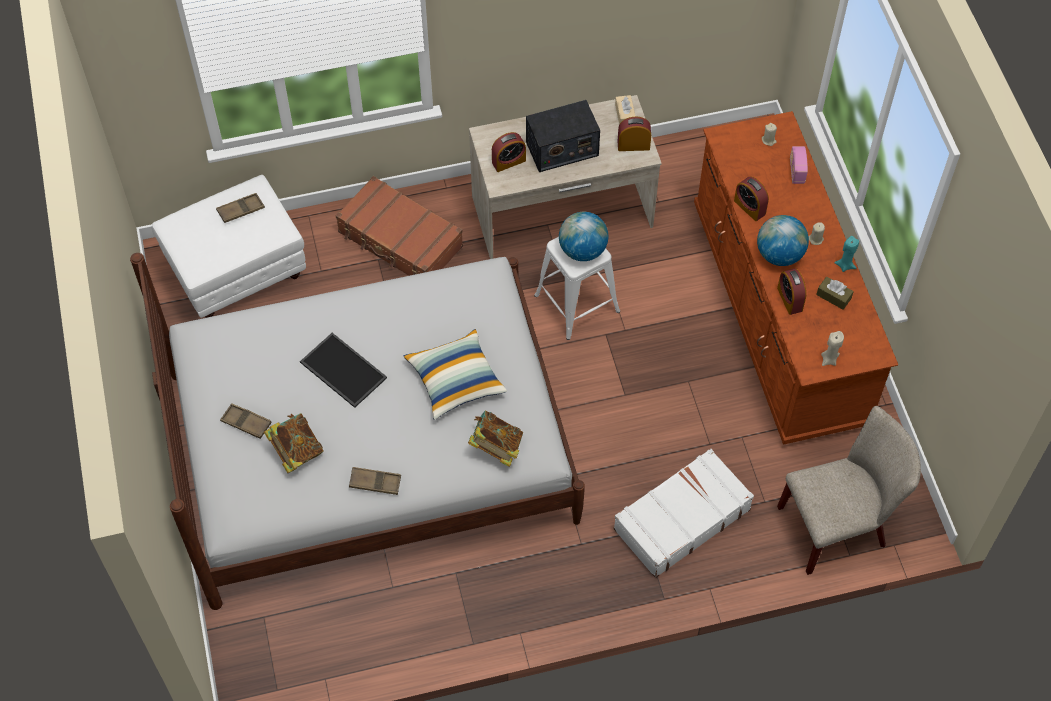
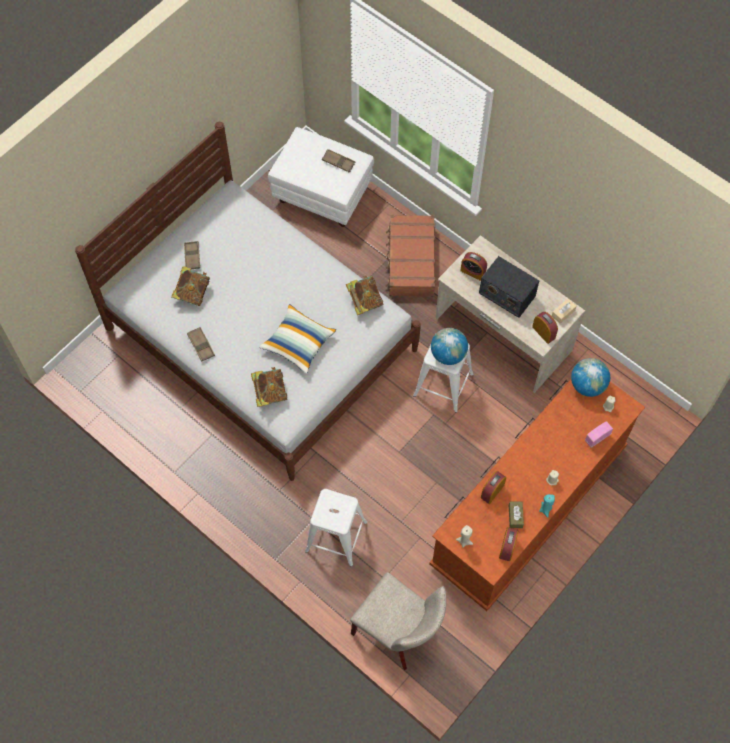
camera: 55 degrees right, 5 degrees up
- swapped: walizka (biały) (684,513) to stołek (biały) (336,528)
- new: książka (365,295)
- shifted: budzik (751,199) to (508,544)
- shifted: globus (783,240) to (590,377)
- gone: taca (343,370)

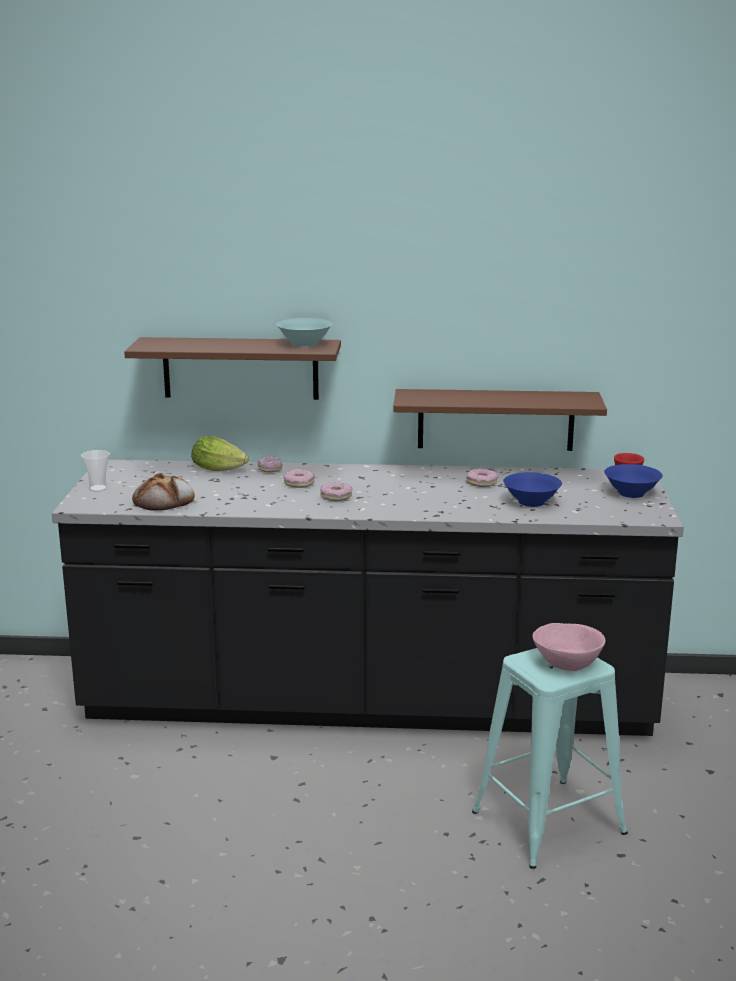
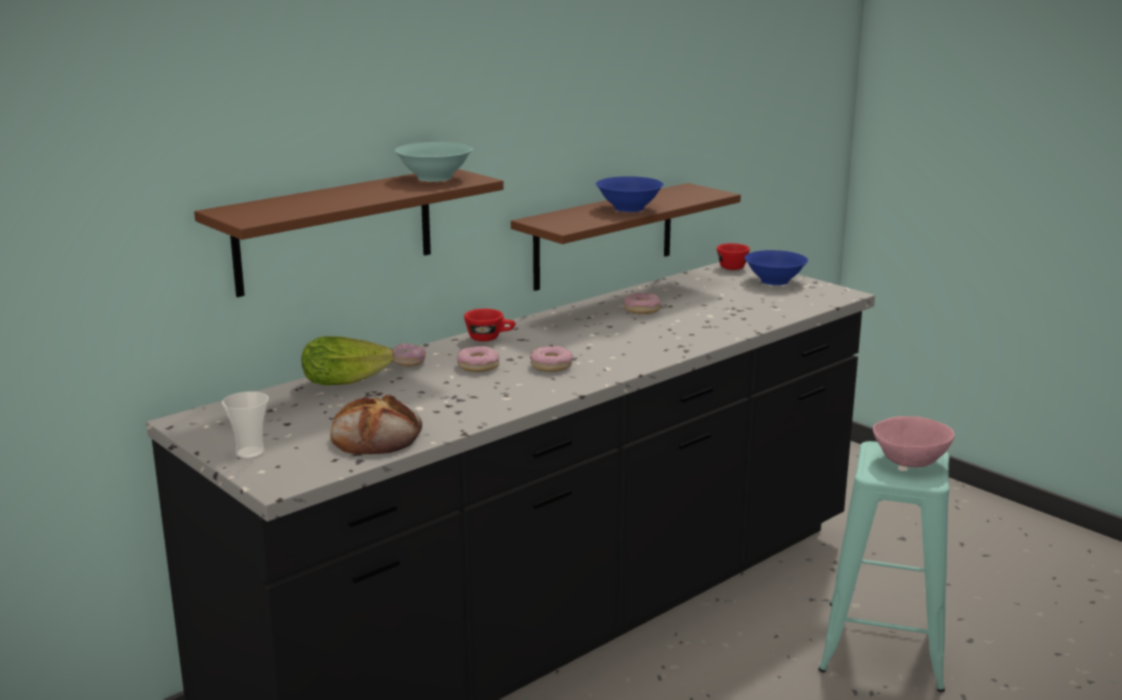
camera: 45 degrees left, 0 degrees up
- new: filiżanka (czerwony) (489,325)
- shifted: miska (niebieski) (532,489) to (630,194)

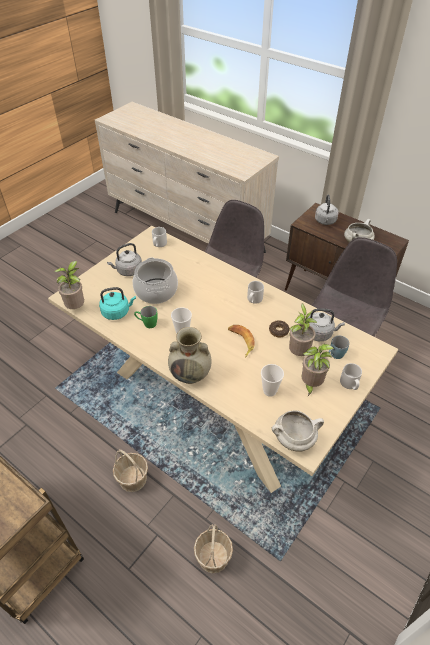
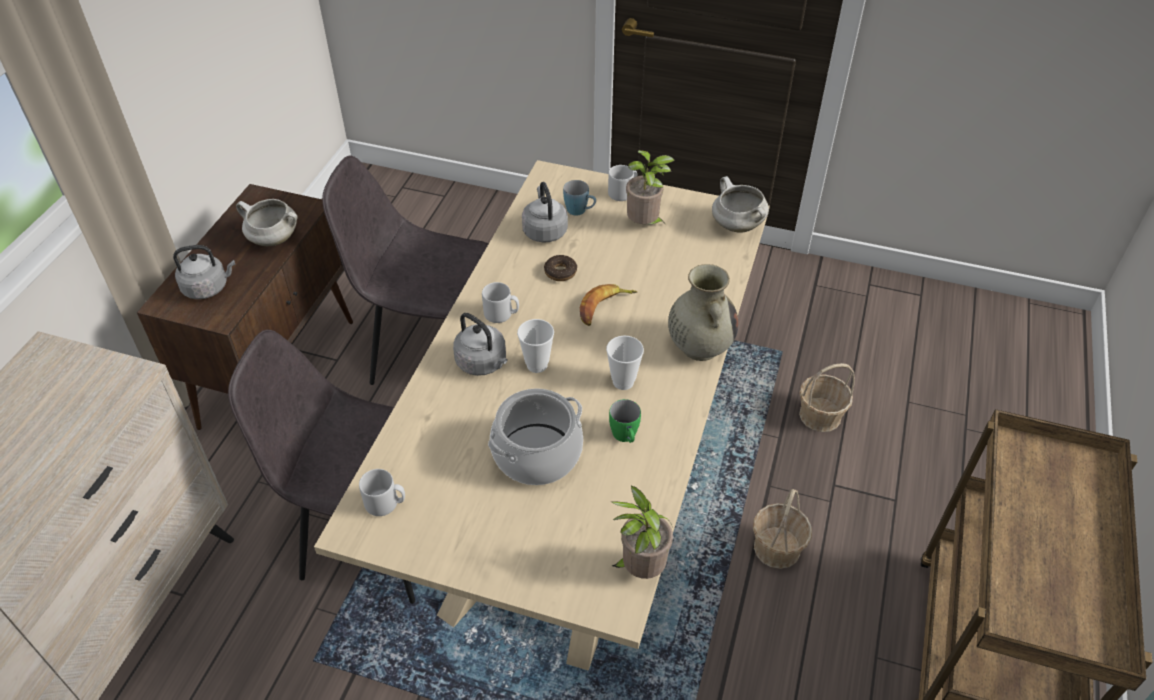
camera: 110 degrees left, 0 degrees up
- shifted: czajnik (szary) (124,259) to (480,344)
- shifted: filiżanka (272,380) to (535,346)
- gone: czajnik (turkusowy) (117,303)
- gone: roślina doniczkowa (303,329)

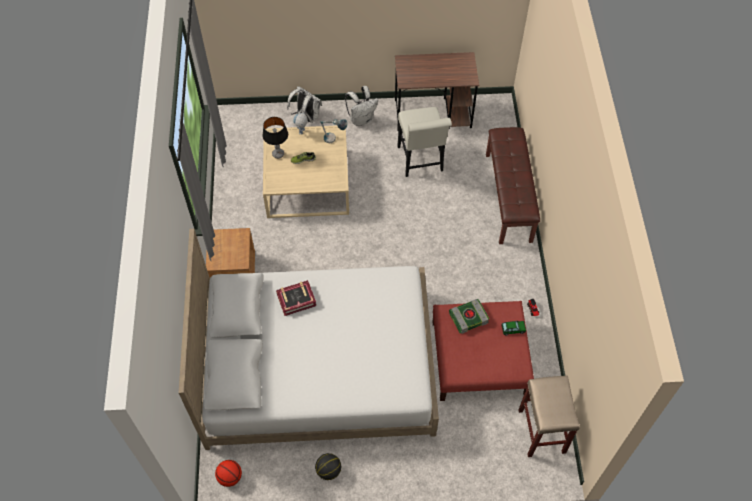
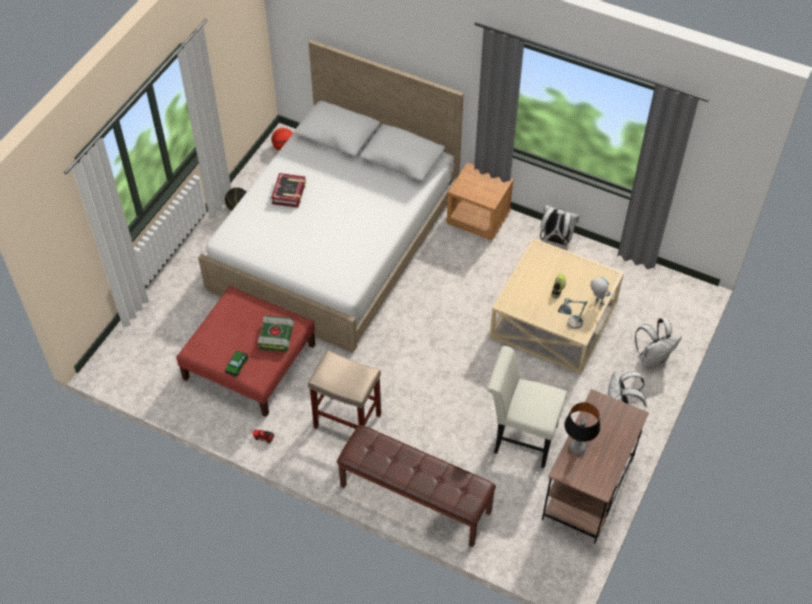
camera: 120 degrees right, 5 degrees down
- shifted: książka (296,298) to (288,190)
- shifted: stołek (beżowy) (549,416) to (344,389)
- new: plecak (biały) (559,225)
- shifted: lampa stołowa (275,138) to (582,428)

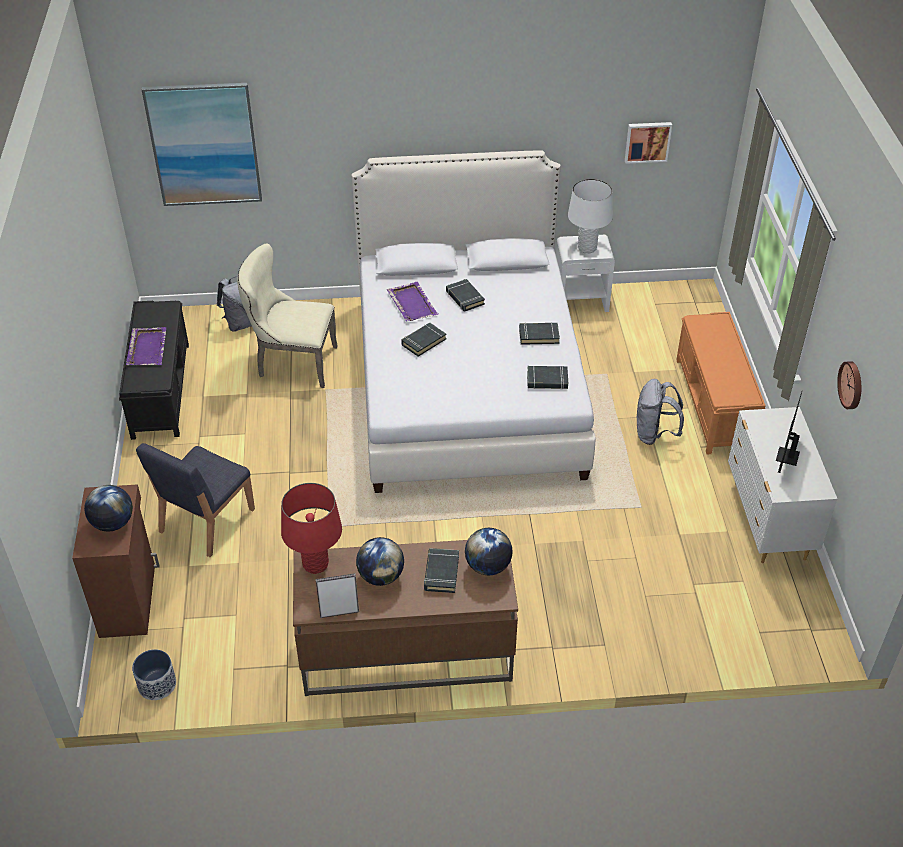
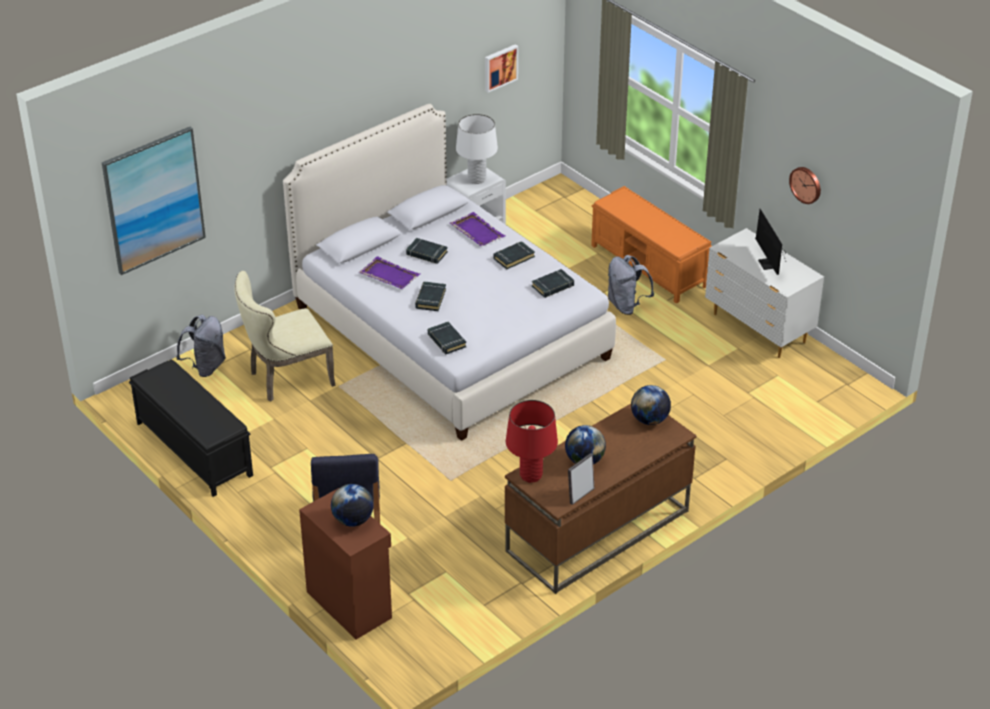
camera: 35 degrees left, 5 degrees down
- shifted: książka (czarny) (441,570) to (447,338)
- shifted: taca (fioletowy) (146,346) to (478,229)
- gone: donica (154,674)

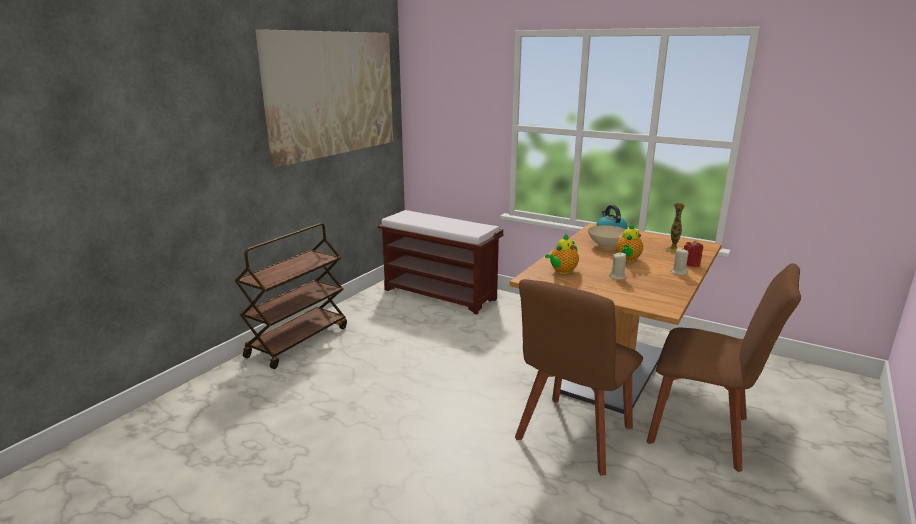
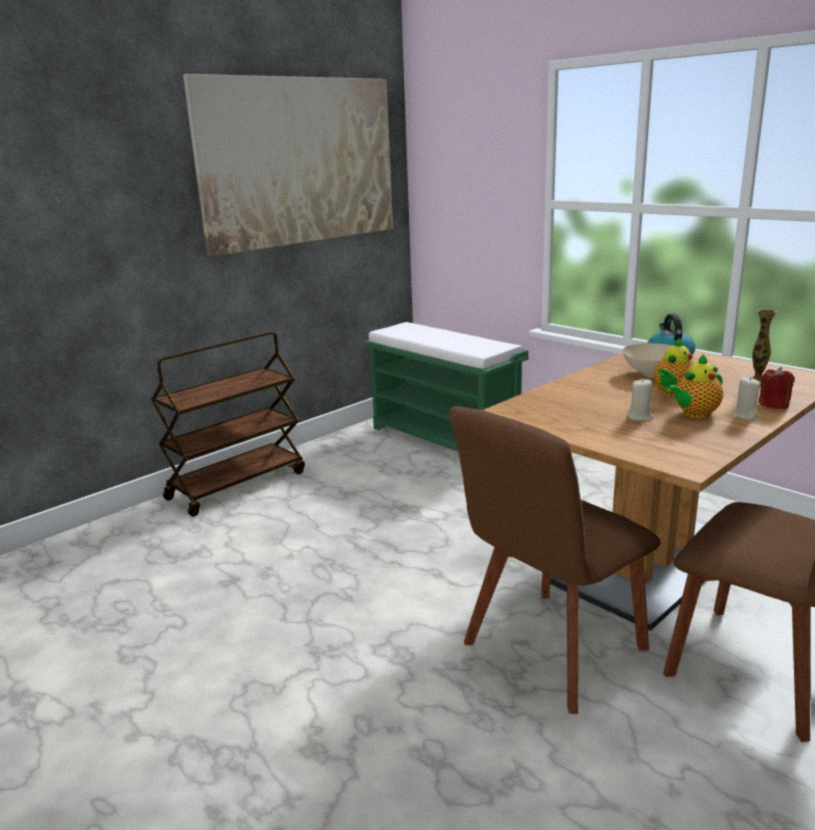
camera: 15 degrees right, 0 degrees up
- repainted: ławka (brązowy) (441,262) to ławka (zielony) (446,386)
- shifted: imbryk (562,253) to (694,386)

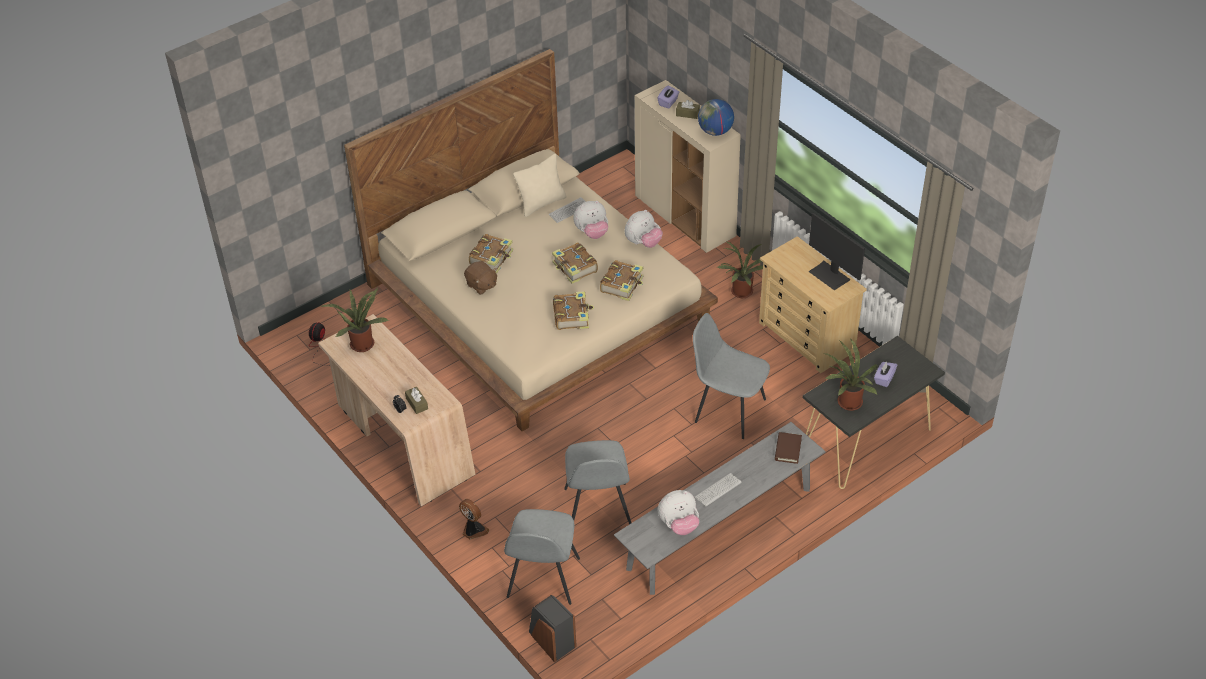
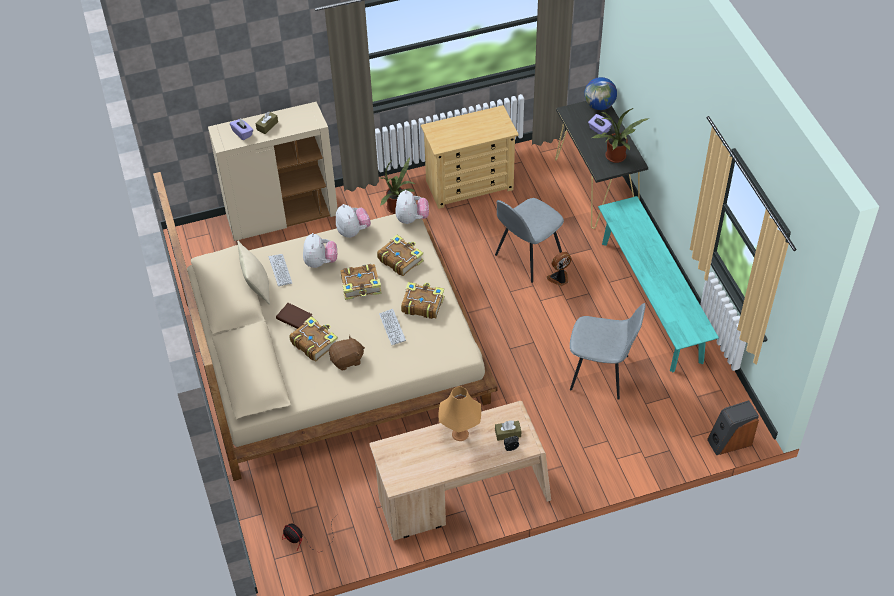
camera: 70 degrees left, 5 degrees up
- shifted: książka (brązowy) (788,448) to (294,316)
- shifted: klawiatura (718,489) to (392,327)
- shifted: pluszak (678,512) to (412,207)
- new: lampa stołowa (pomarańczowy) (459,413)
- shifted: wentylator (474,519) to (559,269)
- shifted: globus (716,117) to (601,93)
- repainted: ławka (szary) (720,508) to ławka (turkusowy) (658,284)
- gone: roślina doniczkowa (354,319)
- gone: krzesło (szary) (542,557)
- gone: monitor (836,251)

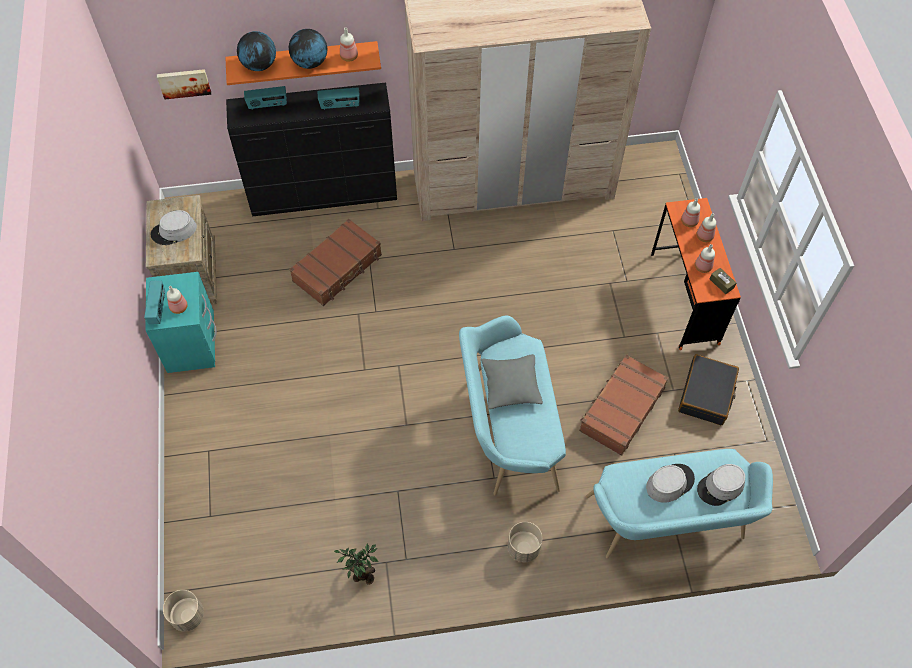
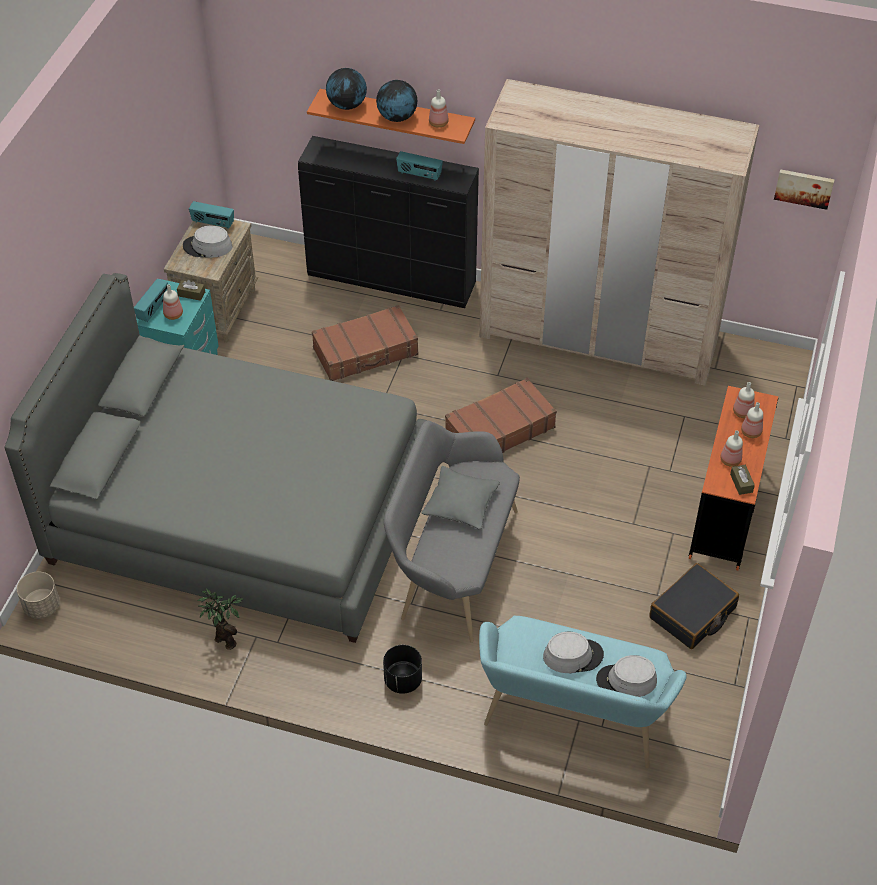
camera: 25 degrees right, 10 degrees down
- new: łóżko (szary) (216,458)
- new: pudełko chusteczek (brązowy) (191,290)
- shifted: radio (265,98) to (211,215)
- repainted: donica (beżowy) (525,542) to donica (czarny) (402,669)
- repainted: ławka (turkusowy) (512,406) to ławka (szary) (452,532)
- shifted: walizka (brązowy) (624,405) to (501,415)
- shifted: obraz (184,84) to (804,189)

